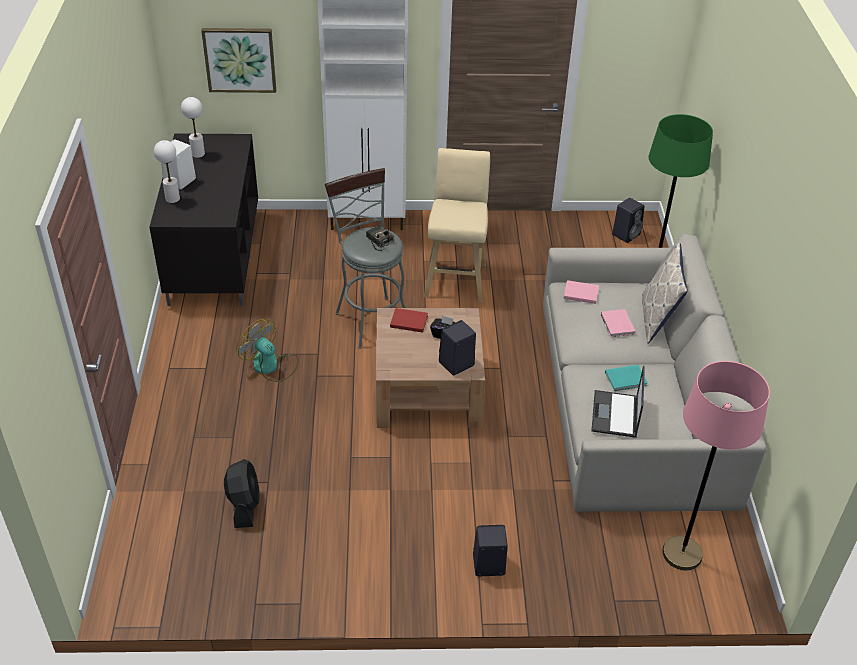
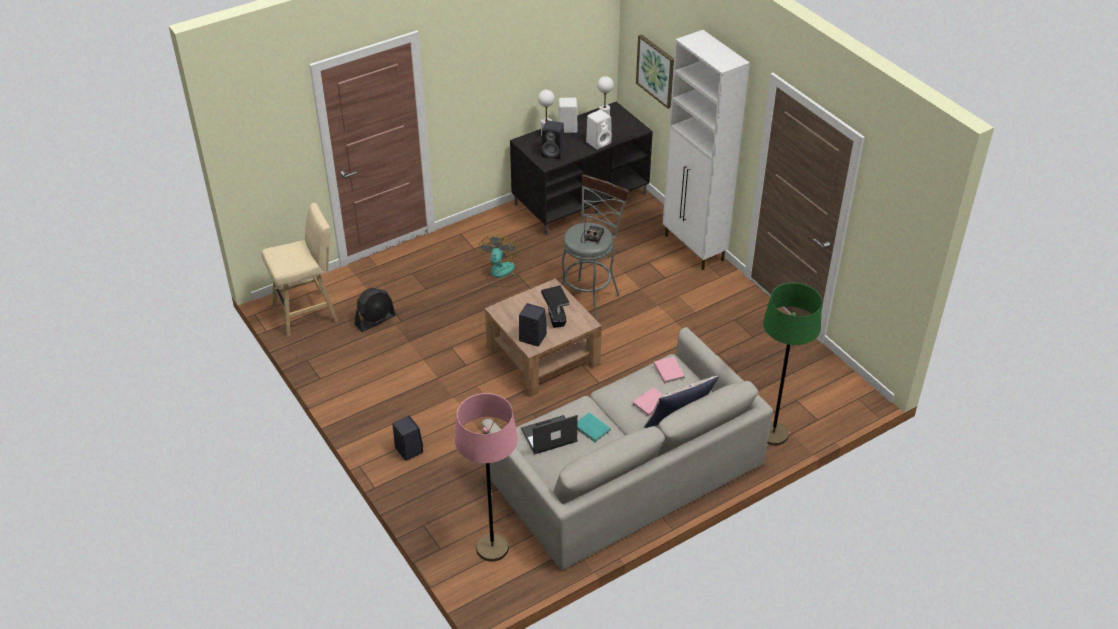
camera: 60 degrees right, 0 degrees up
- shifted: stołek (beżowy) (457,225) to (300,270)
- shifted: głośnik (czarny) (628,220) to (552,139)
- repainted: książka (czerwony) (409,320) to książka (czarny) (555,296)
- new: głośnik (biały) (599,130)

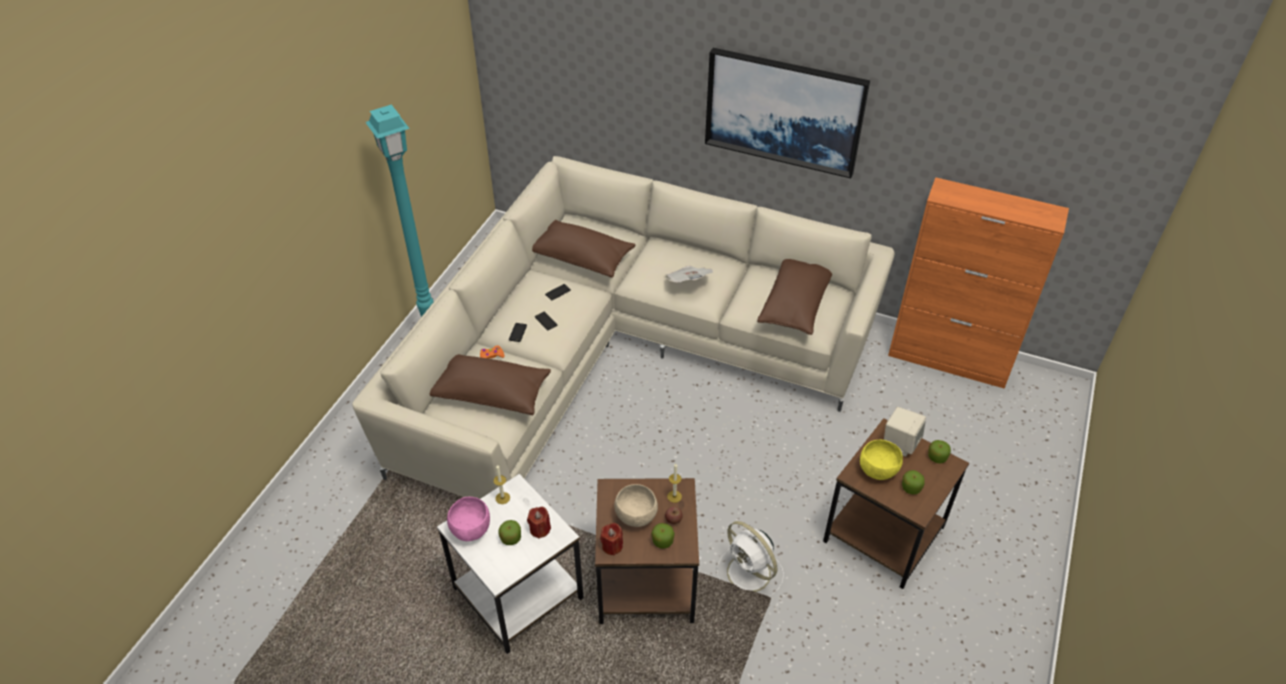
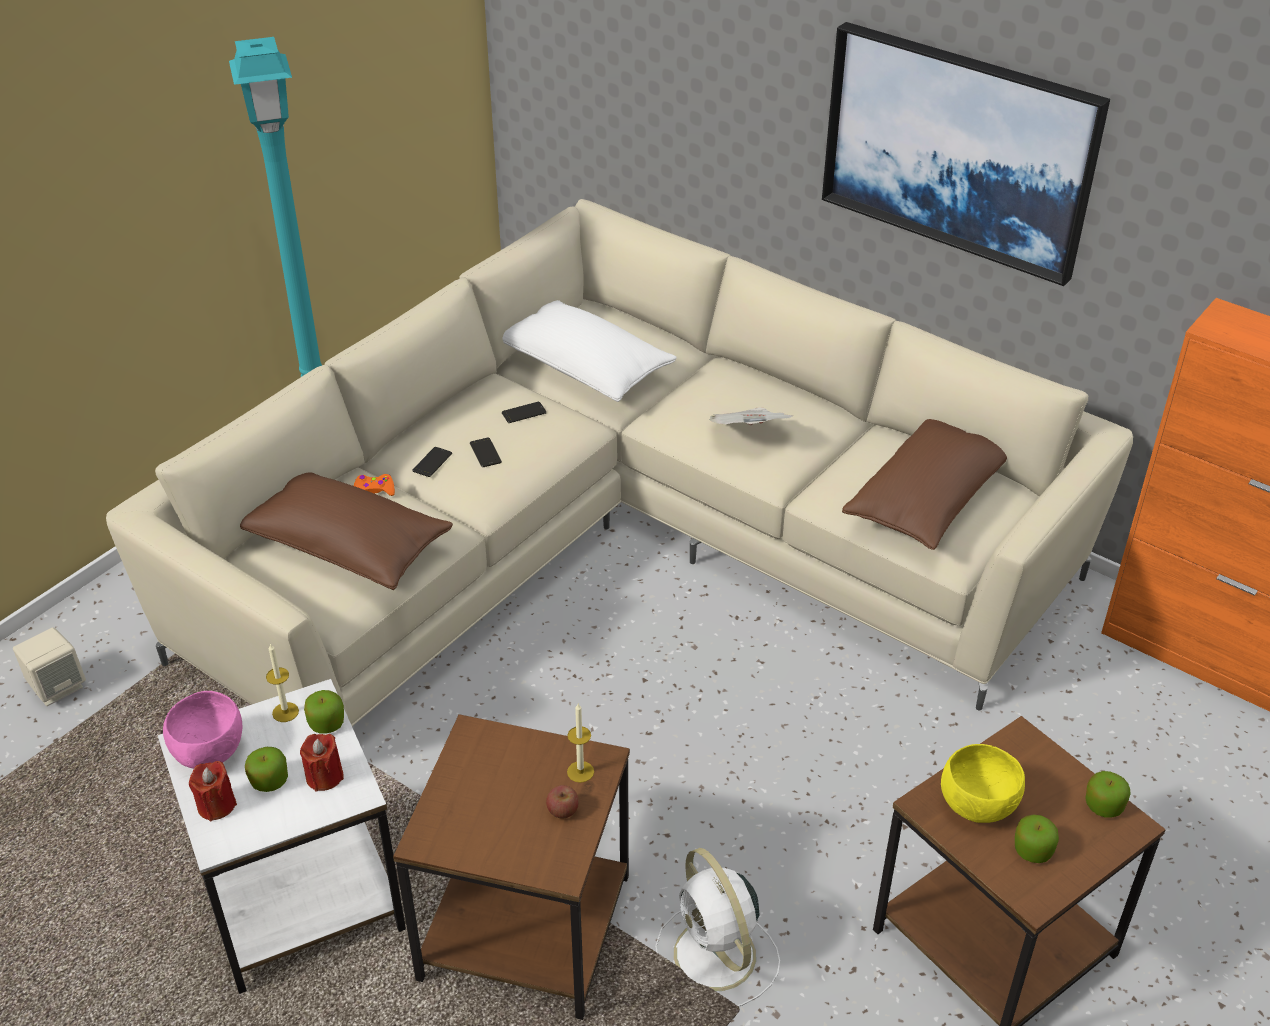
camera: 15 degrees right, 5 degrees down
- shifted: głośnik (beżowy) (905,432) to (49,666)
- shifted: świeca (czerwony) (611,539) to (213,791)
- shifted: jabłko (663,536) to (324,712)
- repainted: poduszka (brązowy) (583,249) to poduszka (biały) (589,351)
- gone: miska (beżowy) (636,505)

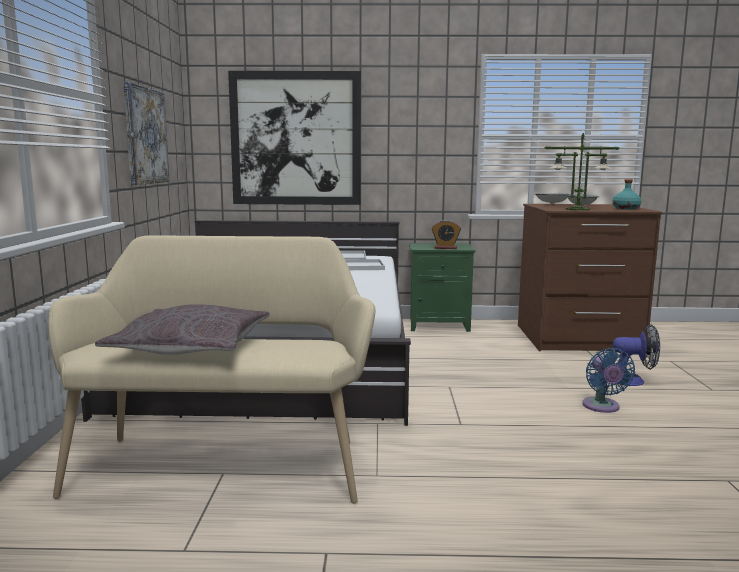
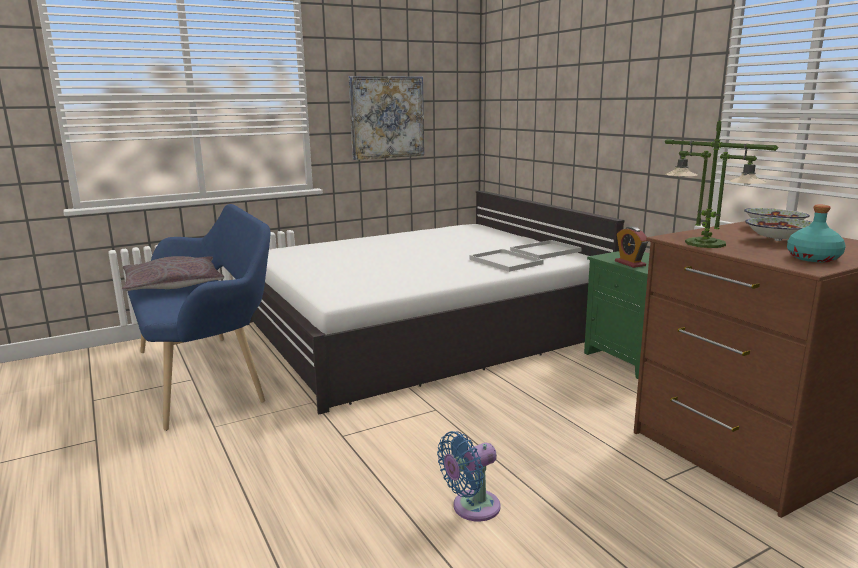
camera: 60 degrees right, 5 degrees up
- repainted: ławka (beżowy) (212,369) to ławka (niebieski) (199,317)
- gone: obraz (294,138)
- gone: wentylator (636,355)

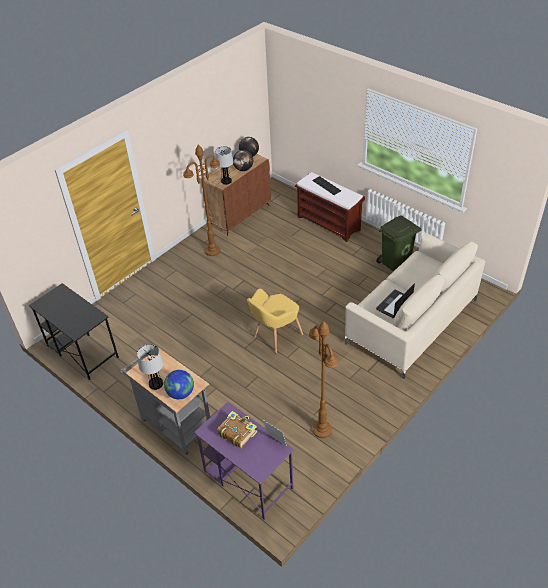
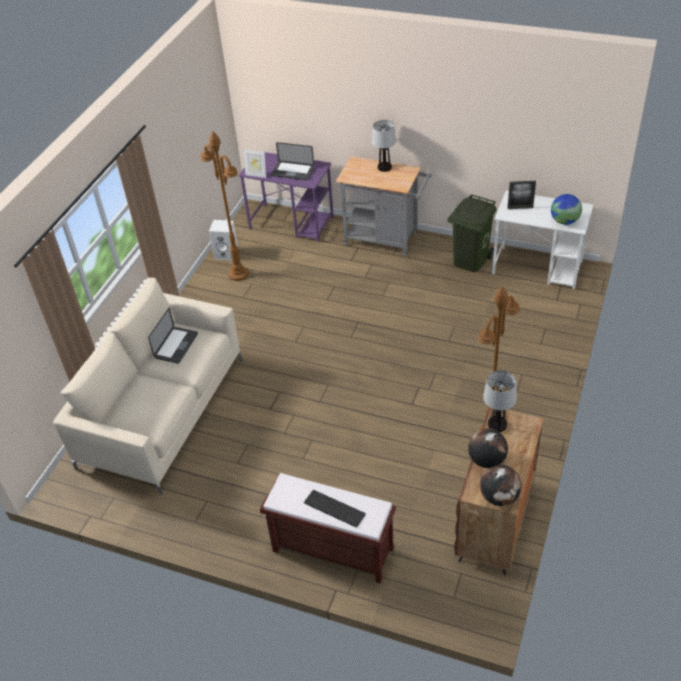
camera: 160 degrees right, 0 degrees up
- new: głośnik (biały) (223,240)
- swapped: książka (237,429) to laptop (292,161)
- shifted: kosz na śmieci (zielony) (399,243) to (472,233)
- repainted: biurko (czarny) (74,331) to biurko (biały) (543,239)
- new: ramka na zdjęcie (521,195)
- shifted: globus (179,384) to (566,209)
- gone: fotel (żółty) (275,321)

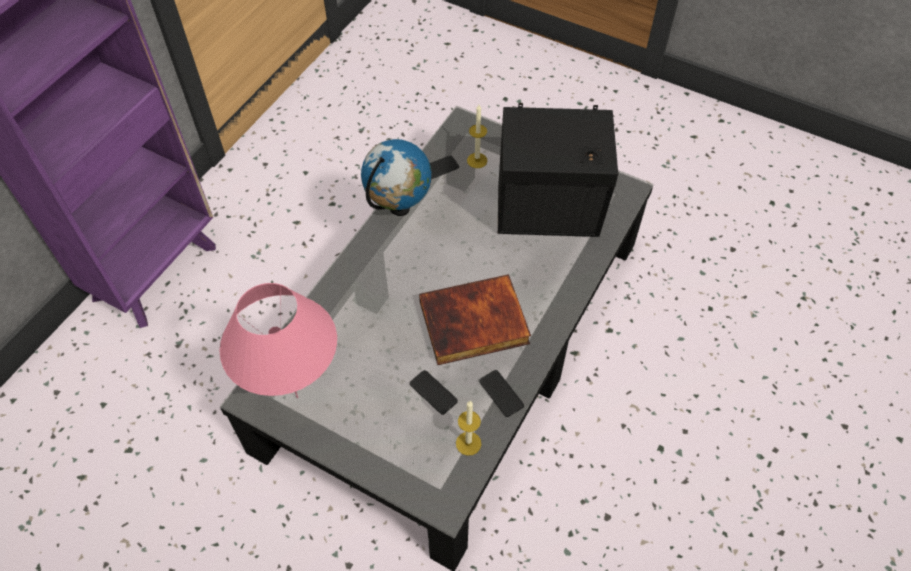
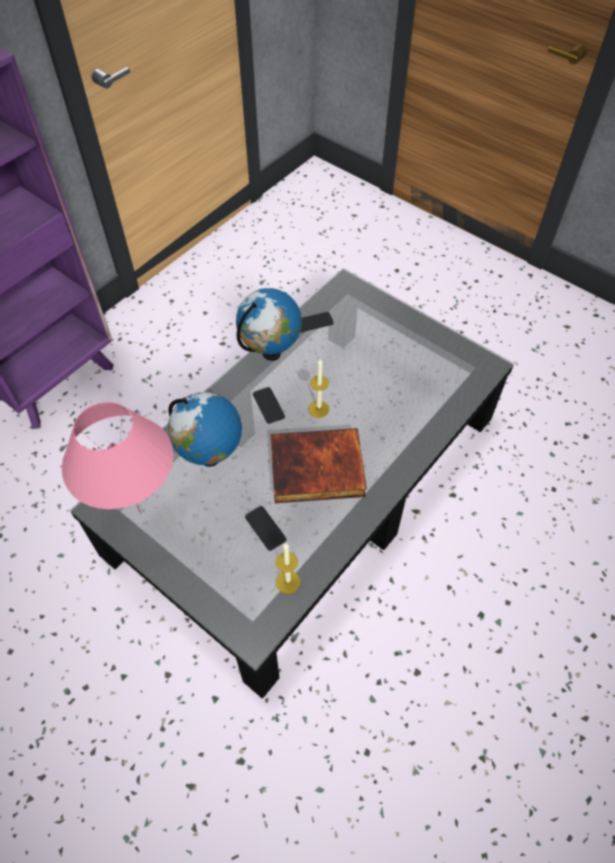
camera: 10 degrees right, 0 degrees up
- new: globus (205,429)
- shifted: telefon (501,393) to (269,405)
- shifted: świeca (477,136) to (318,388)
- gone: głośnik (czarny) (558,170)

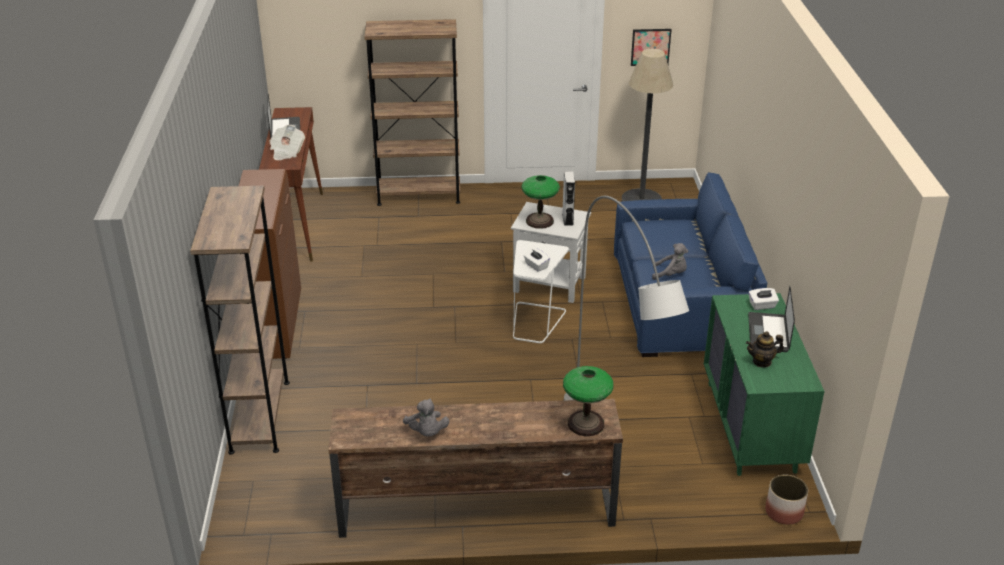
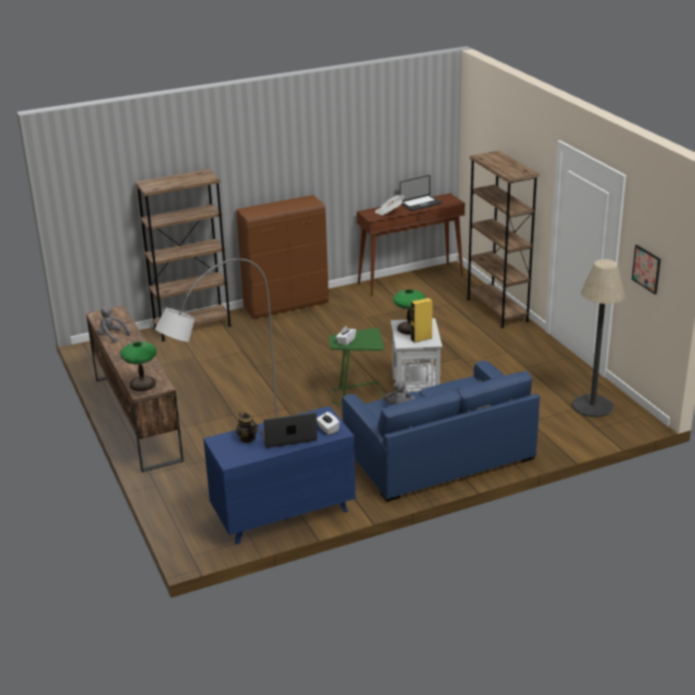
camera: 70 degrees right, 5 degrees down
- rotated: pluszak (szary) (426,417) = (113,324) 75 degrees clockwise
- repainted: komoda (zielony) (764,384) to komoda (niebieski) (279,475)
- repainted: stolik (biały) (541,291) to stolik (zielony) (356,366)
- repainted: głośnik (szary) (568,198) to głośnik (żółty) (422,320)
- gone: donica (786,500)

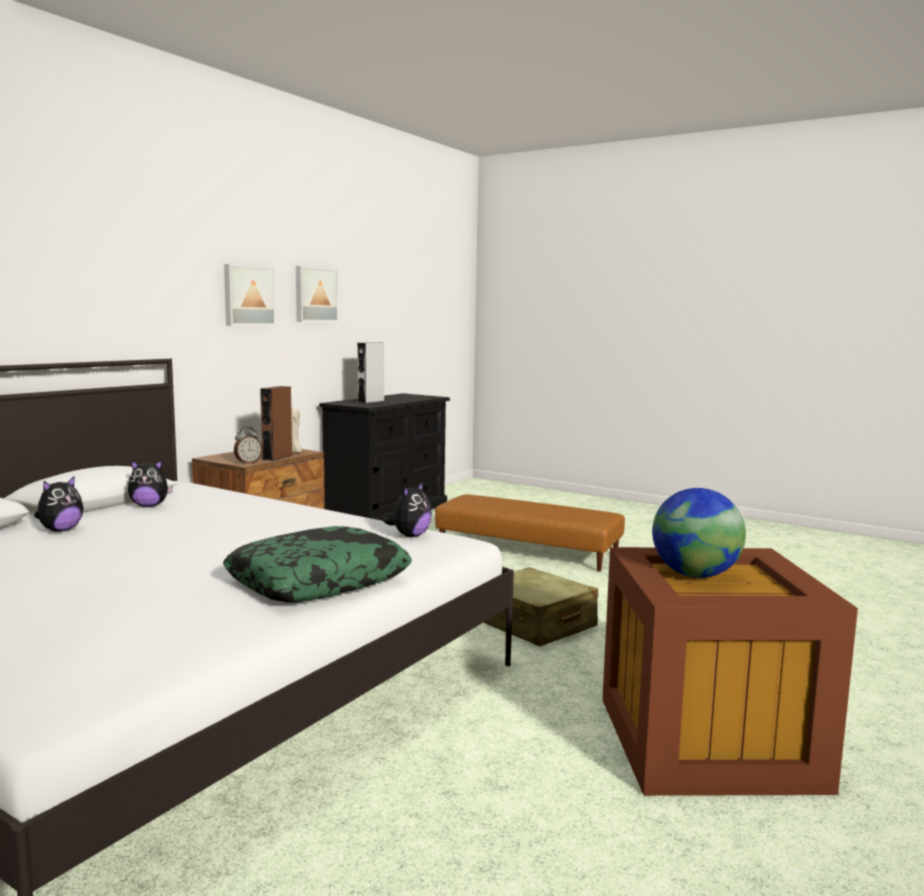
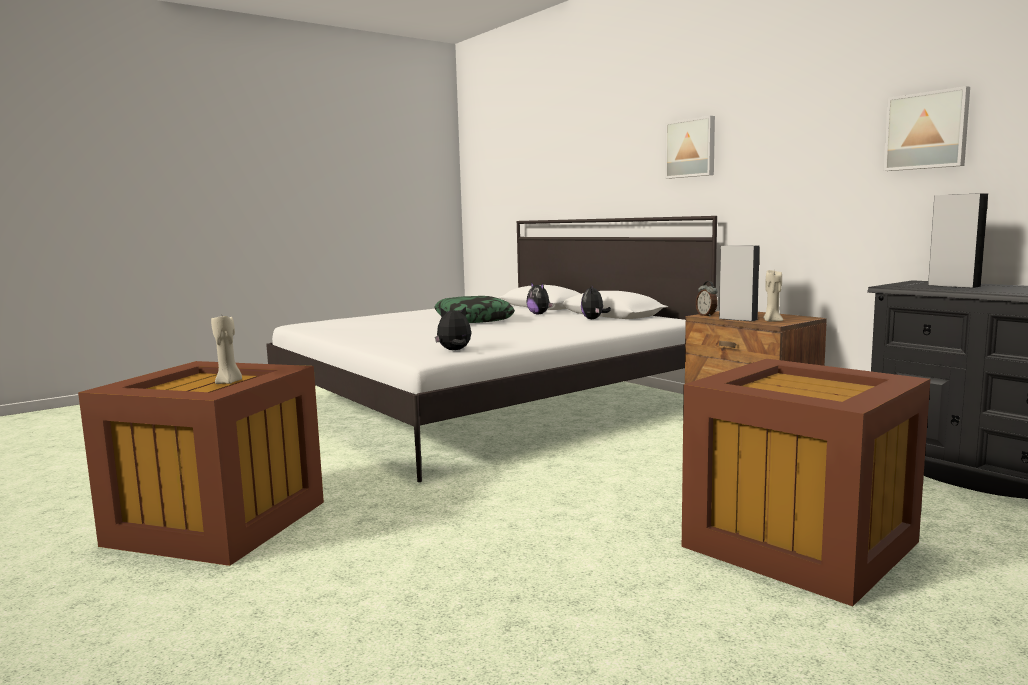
camera: 110 degrees right, 0 degrees up
- swapped: globus (699,533) to świeca (beżowy) (226,350)
- shifted: poduszka (317,564) to (475,309)
- rotated: pluszak (407,509) = (453,328) 120 degrees clockwise
- shifted: obraz (250,295) to (690,147)
- swapped: pufa (brązowy) (530,533) to pojemnik do przechowywania (brązowy) (806,482)
- repainted: głośnik (brązowy) (276,423) to głośnik (szary) (739,283)
- gone: walizka (beżowy) (540,607)

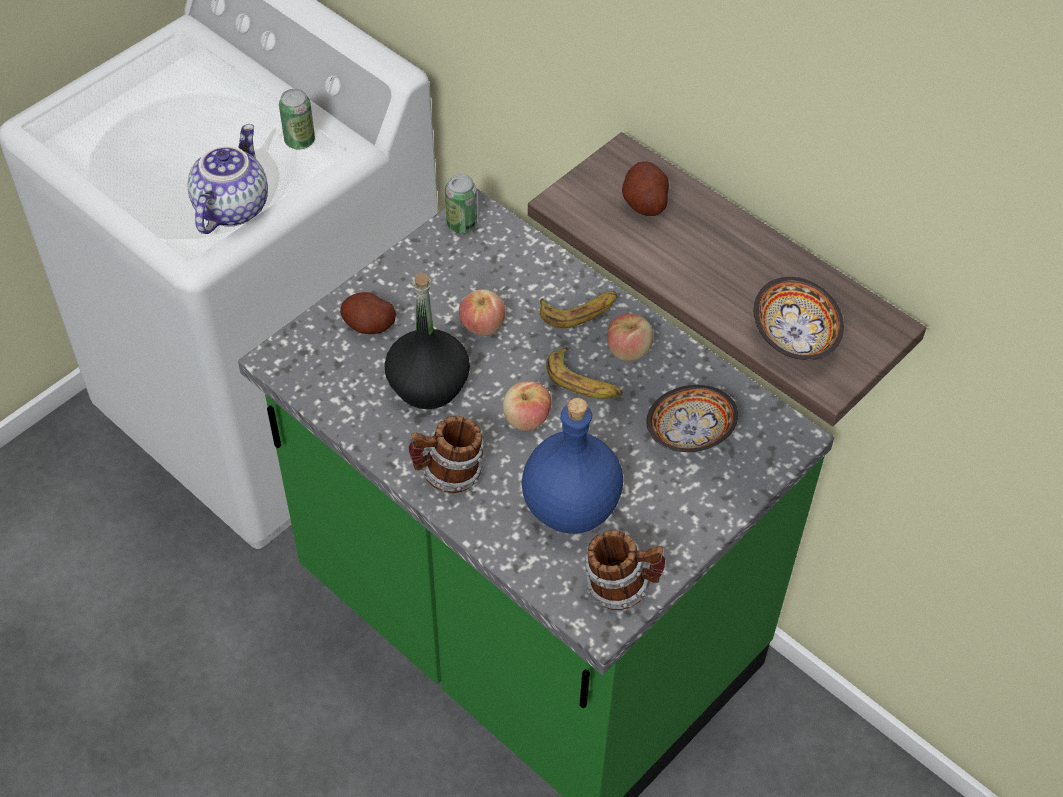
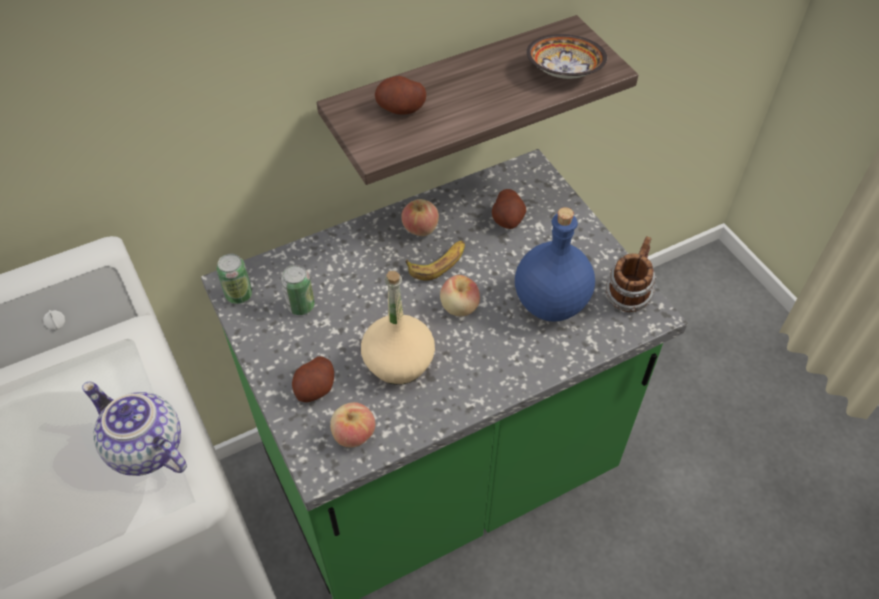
camera: 70 degrees left, 0 degrees up
- shifted: puszka (297,119) to (298,290)
- shifted: jabłko (482,312) to (352,425)
- repainted: butelka (czarny) (427,341) to butelka (beżowy) (398,328)
- swapped: miska (692,418) to ziemniak (509,209)
- gone: kubek (447,454)
- gone: banan (578,309)

